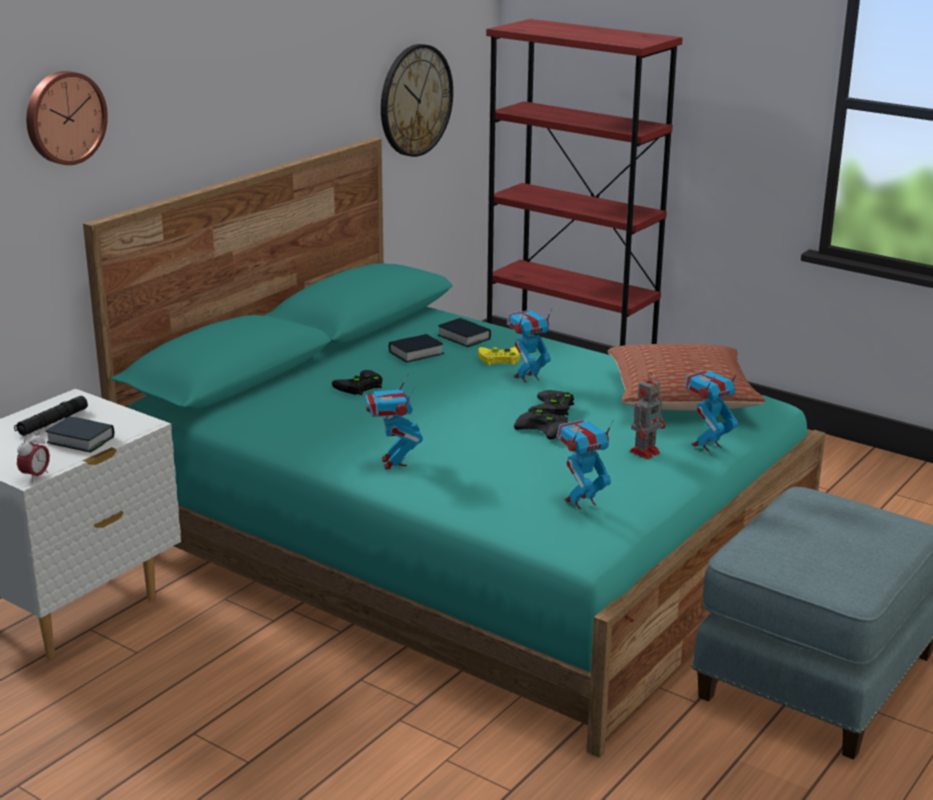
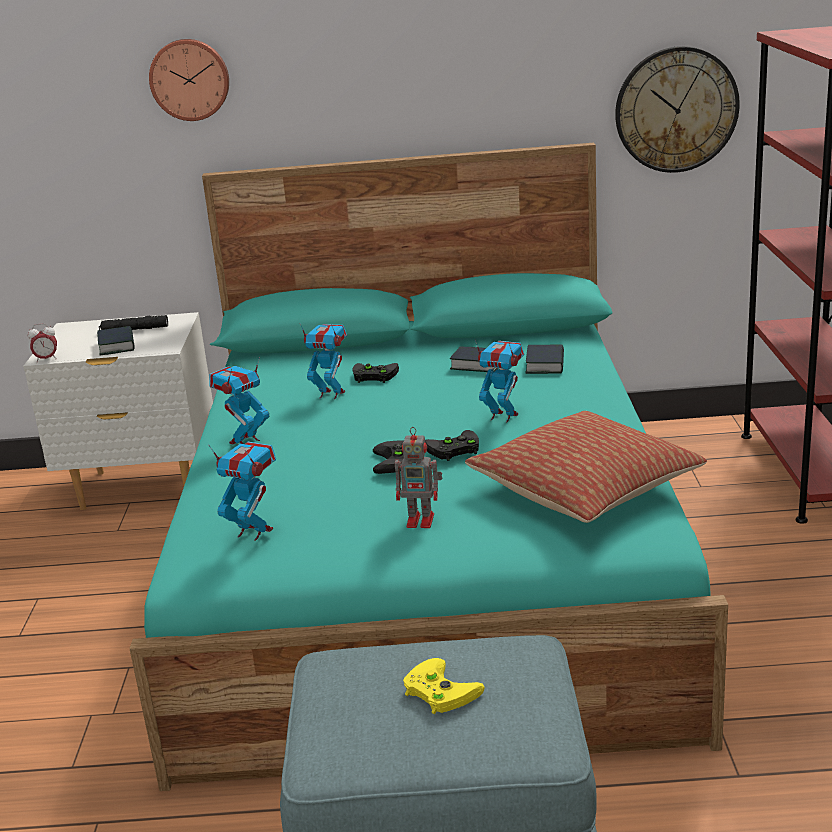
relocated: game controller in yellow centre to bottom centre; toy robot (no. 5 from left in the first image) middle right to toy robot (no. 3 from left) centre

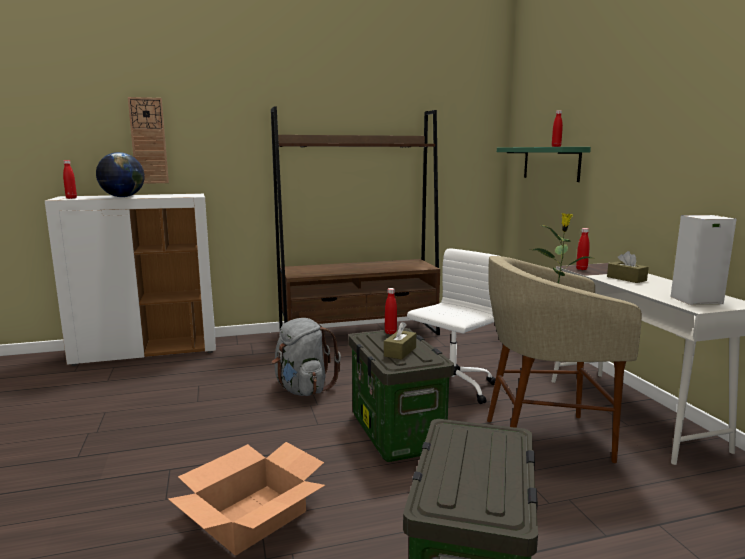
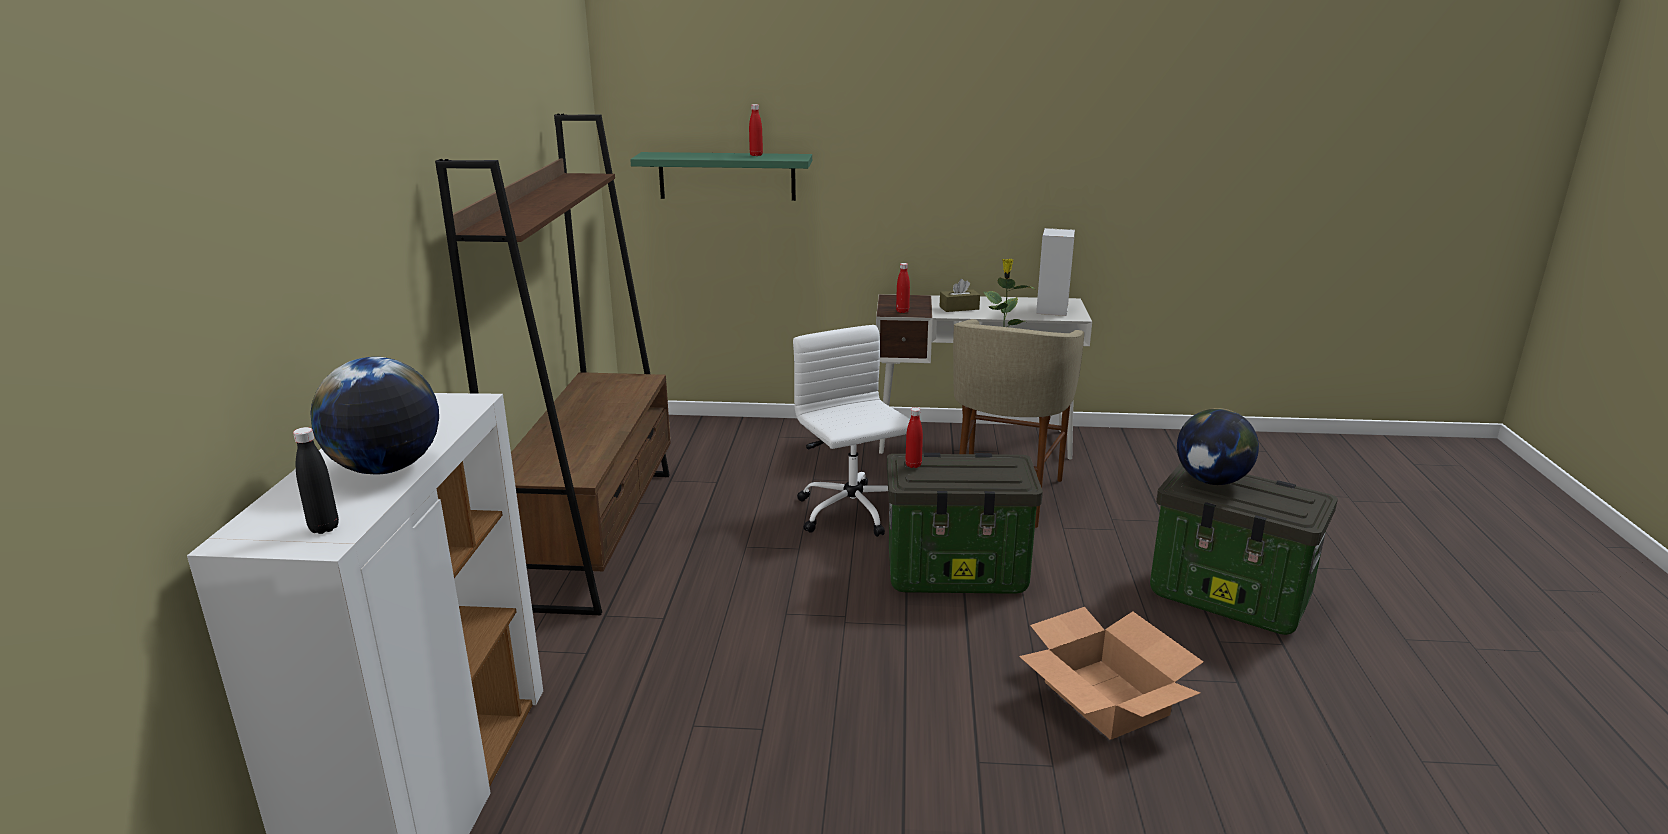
missing: wall clock top left; backpack in grey centre; tissue box in brown (no. 1 from left) centre
appeared: globe (no. 2 from left) middle right
colour: bottle in red (no. 1 from left) top left to bottle in black middle left

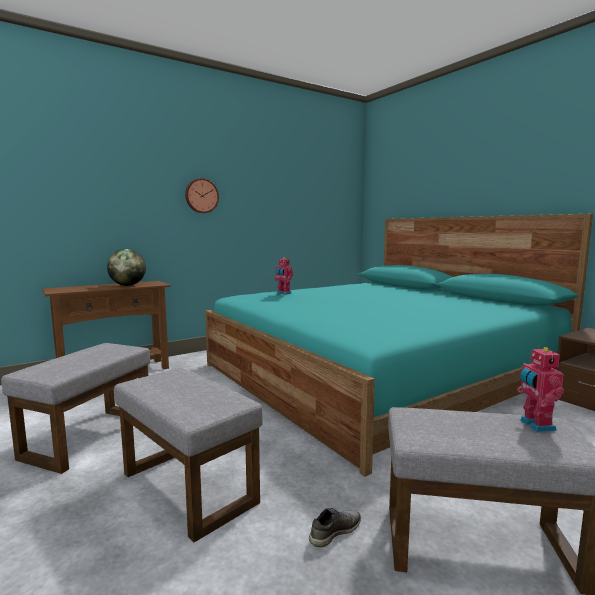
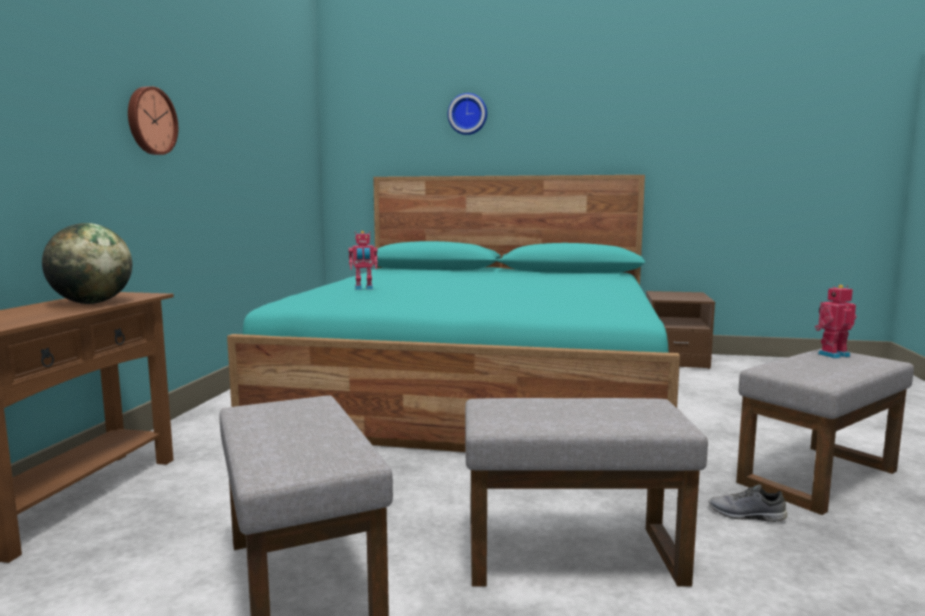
appeared: wall clock (no. 2 from left) top centre
spun: toy robot (no. 2 from left) middle right = middle right 120 degrees clockwise; shoe in grey bottom centre = bottom right 75 degrees counterclockwise

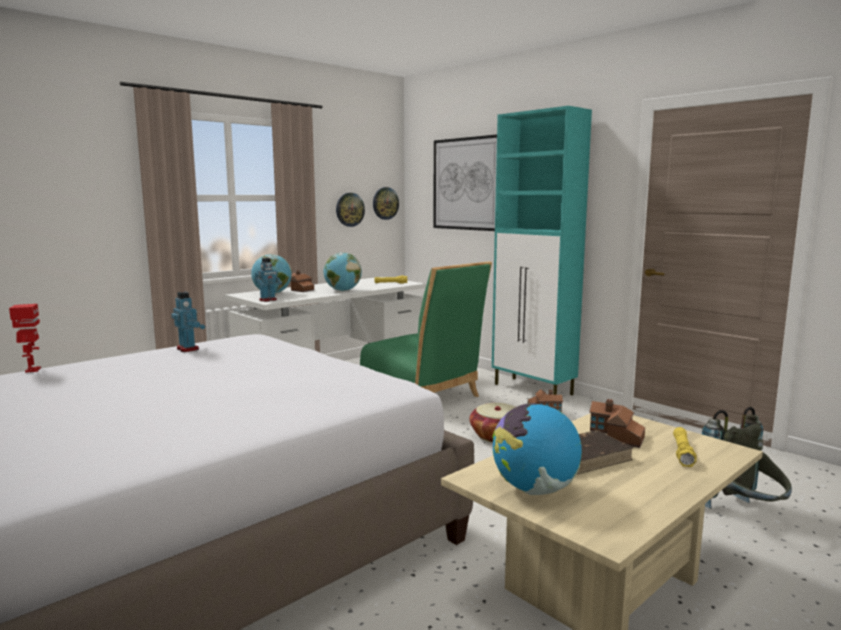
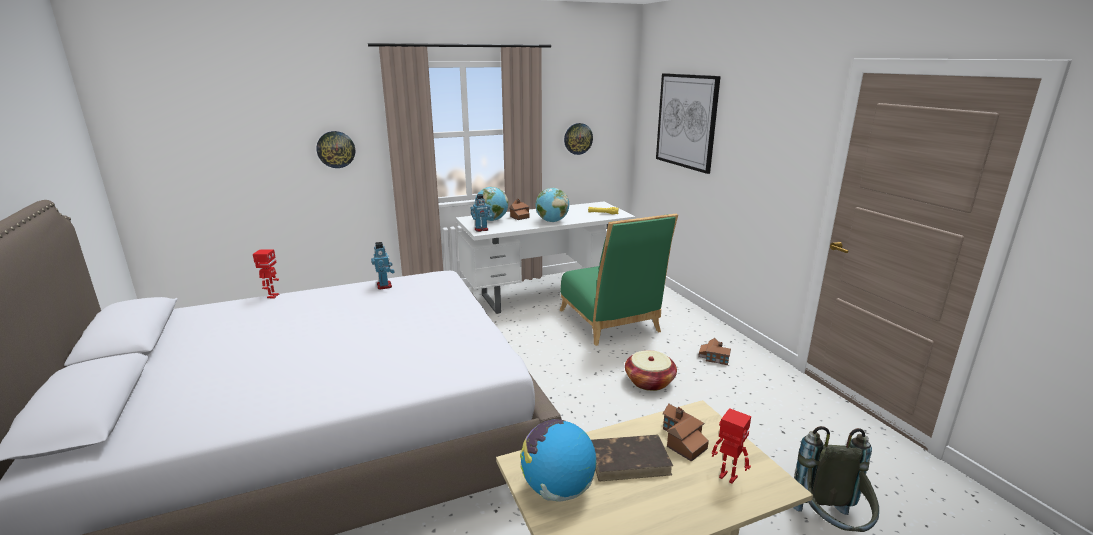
missing: cabinet in turquoise centre
relocated: wall clock (no. 2 from left in the first image) top centre to wall clock (no. 1 from left) top left
exchanged: flashlight in yellow (no. 2 from left) bottom right to toy robot (no. 4 from left) bottom right

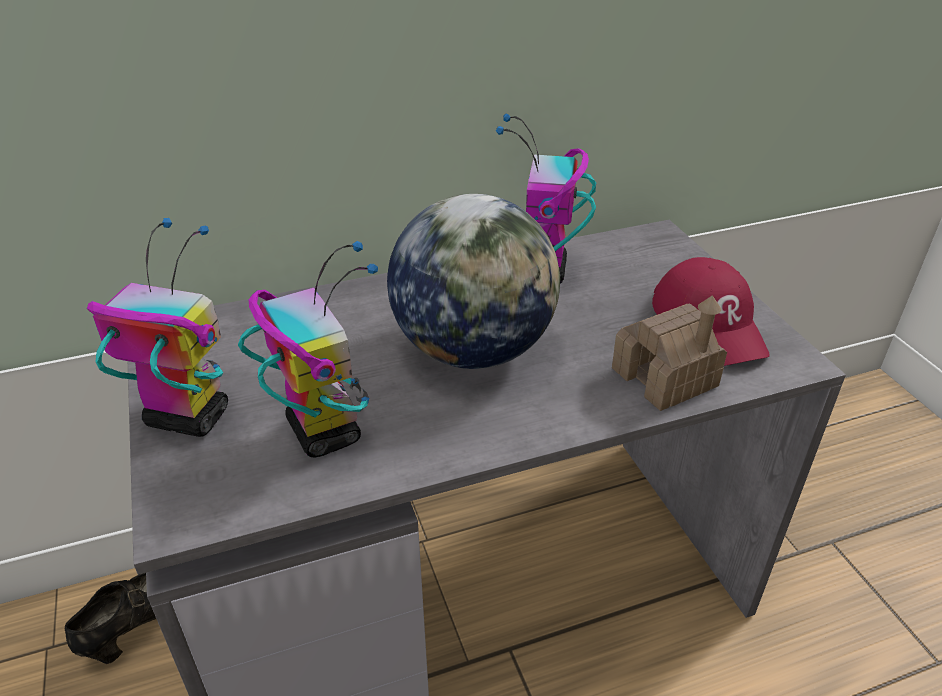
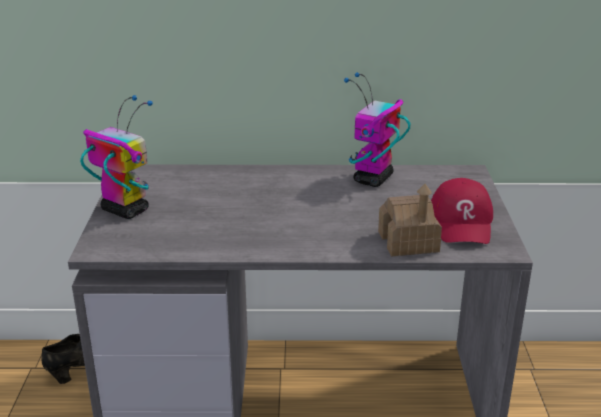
missing: globe centre; toy robot (no. 2 from left) middle left

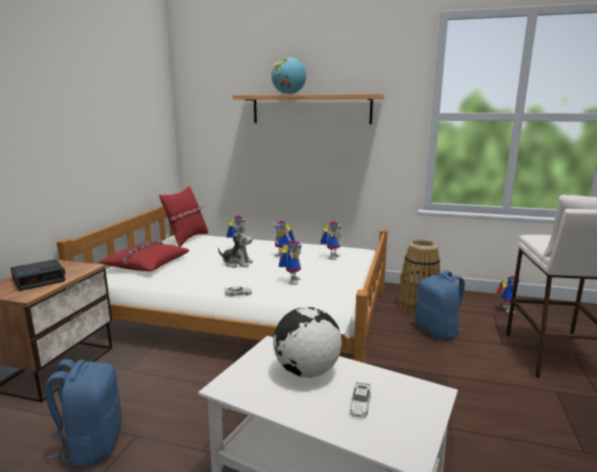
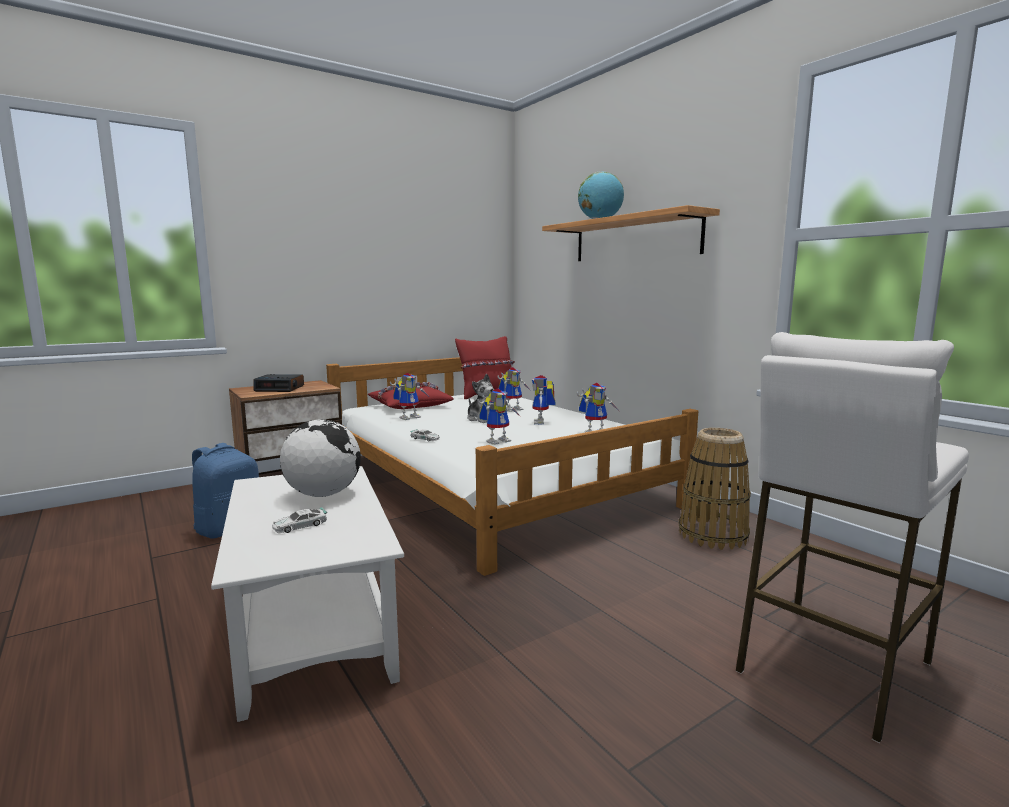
missing: backpack in blue (no. 2 from left) middle right
relocated: toy robot (no. 5 from left in the first image) middle right to toy robot (no. 1 from left) centre

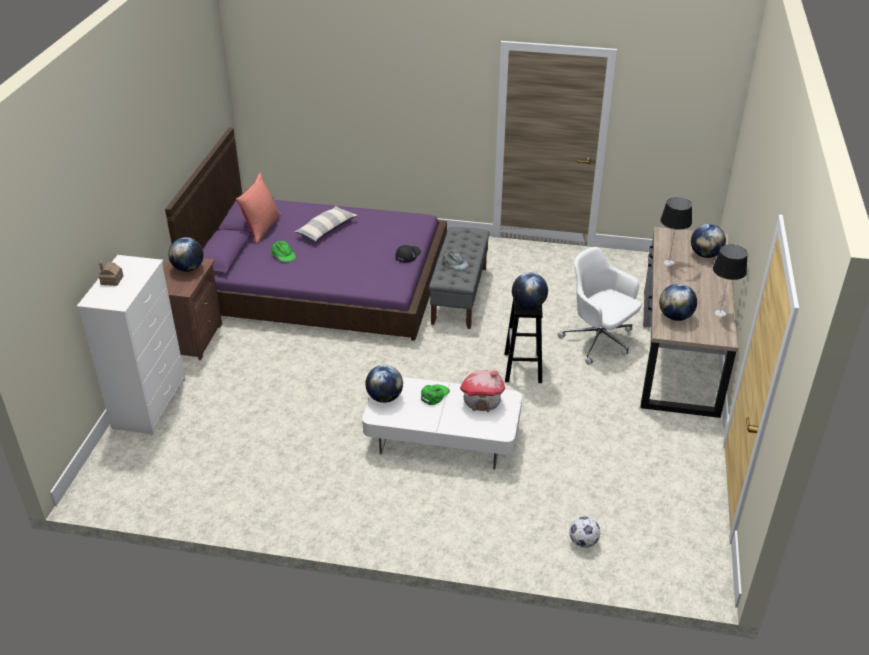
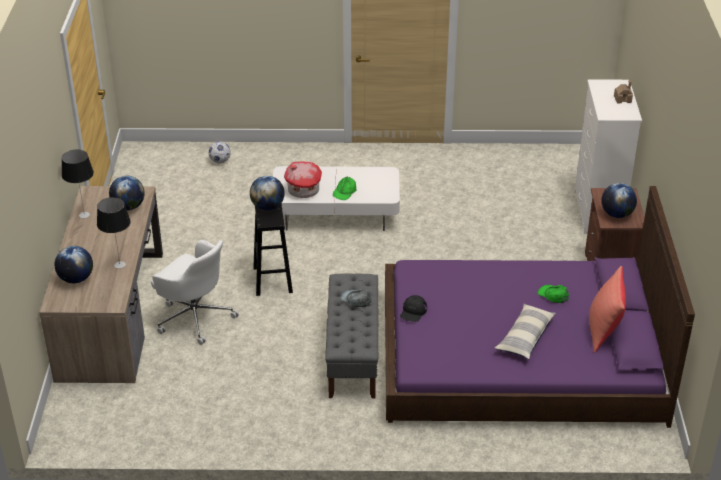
missing: globe (no. 2 from left) centre

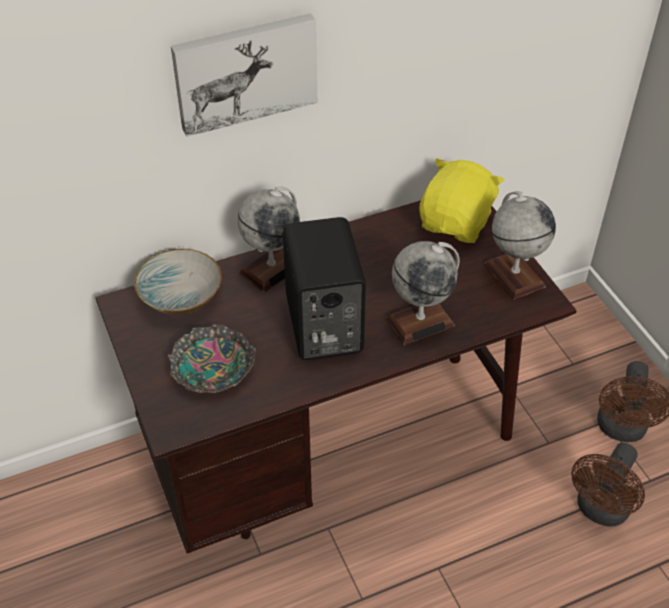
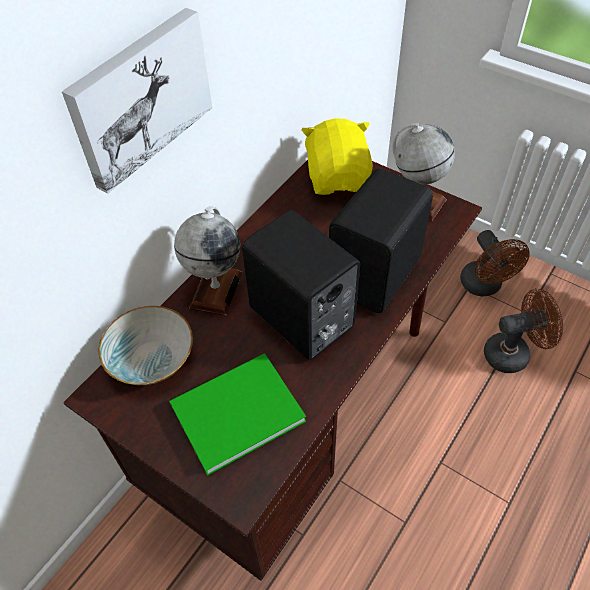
exchanged: globe (no. 2 from left) centre to speaker in black (no. 2 from left) centre; bowl (no. 2 from left) middle left to book in green bottom centre
spun: fan in brown (no. 1 from left in the first image) bottom right = middle right 105 degrees counterclockwise

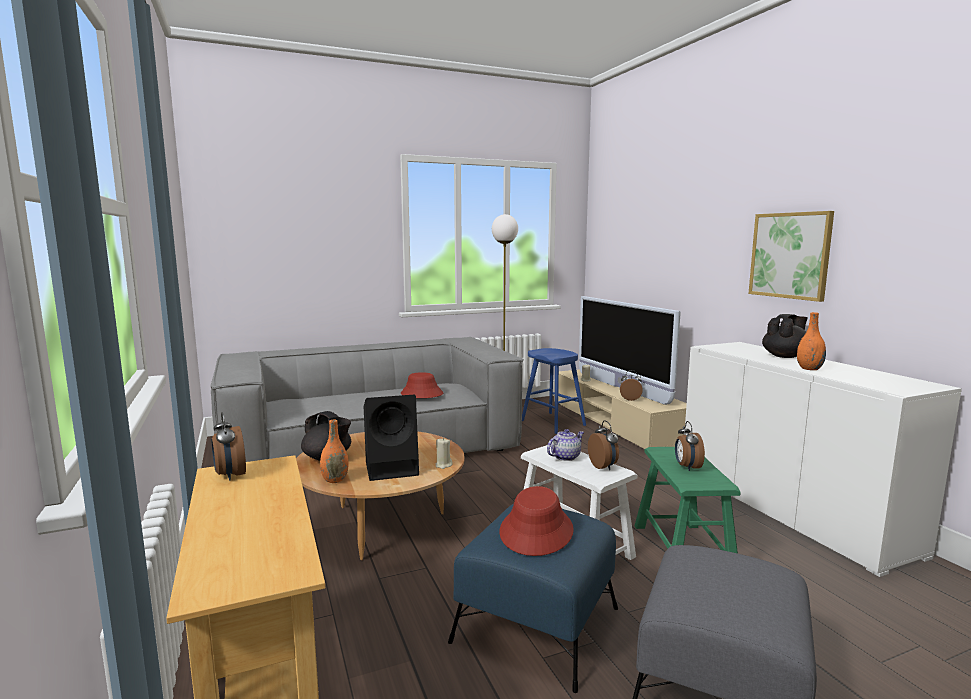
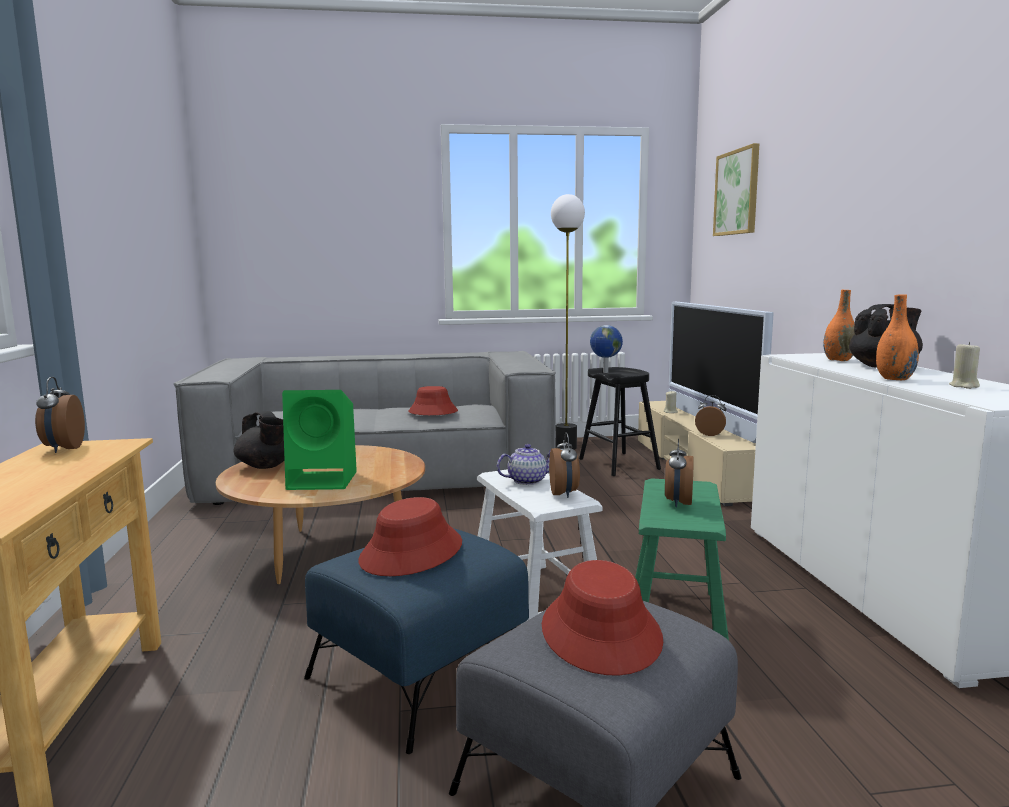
appeared: globe centre; hat in red (no. 3 from left) bottom centre
relocated: picture middle right to top right; vase in orange (no. 1 from left) centre to middle right; candle in beige (no. 1 from left in the first image) centre to candle in beige (no. 2 from left) middle right
colour: stool in blue centre to stool in black centre; speaker in black centre to speaker in green middle left

